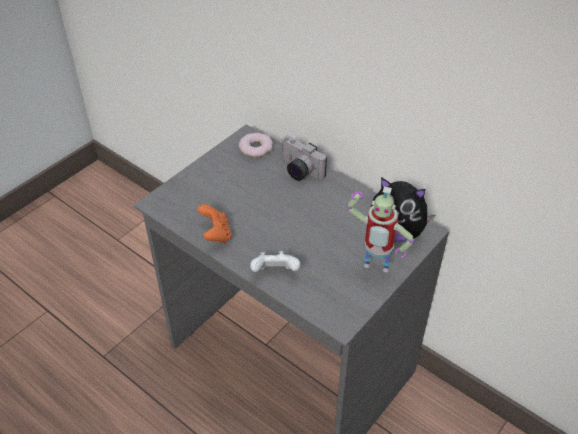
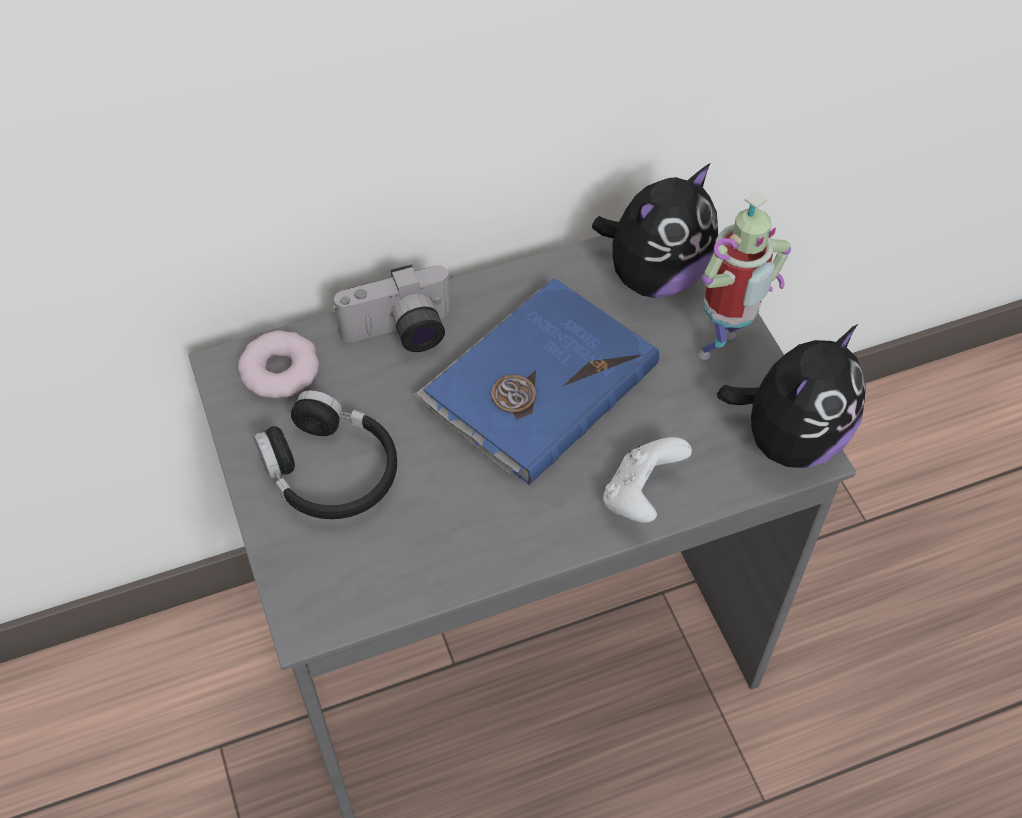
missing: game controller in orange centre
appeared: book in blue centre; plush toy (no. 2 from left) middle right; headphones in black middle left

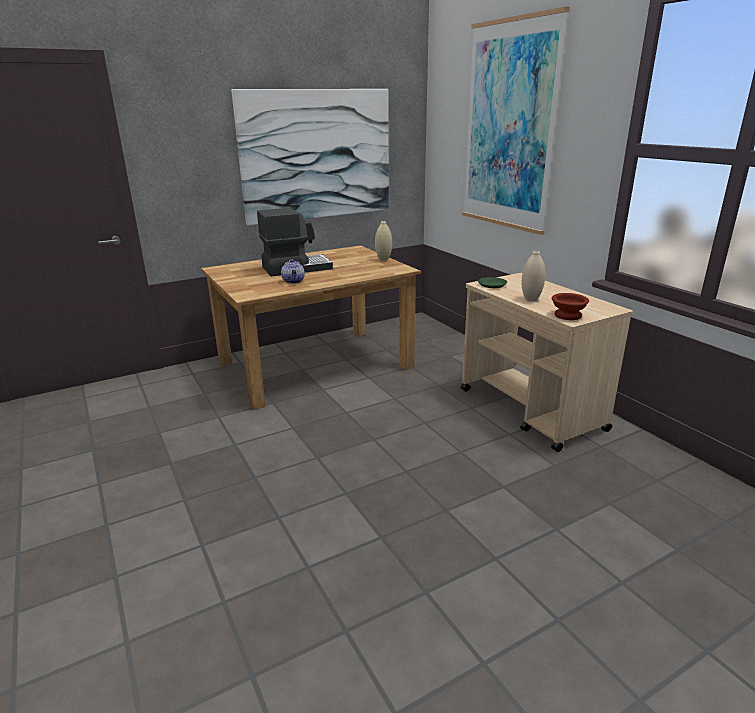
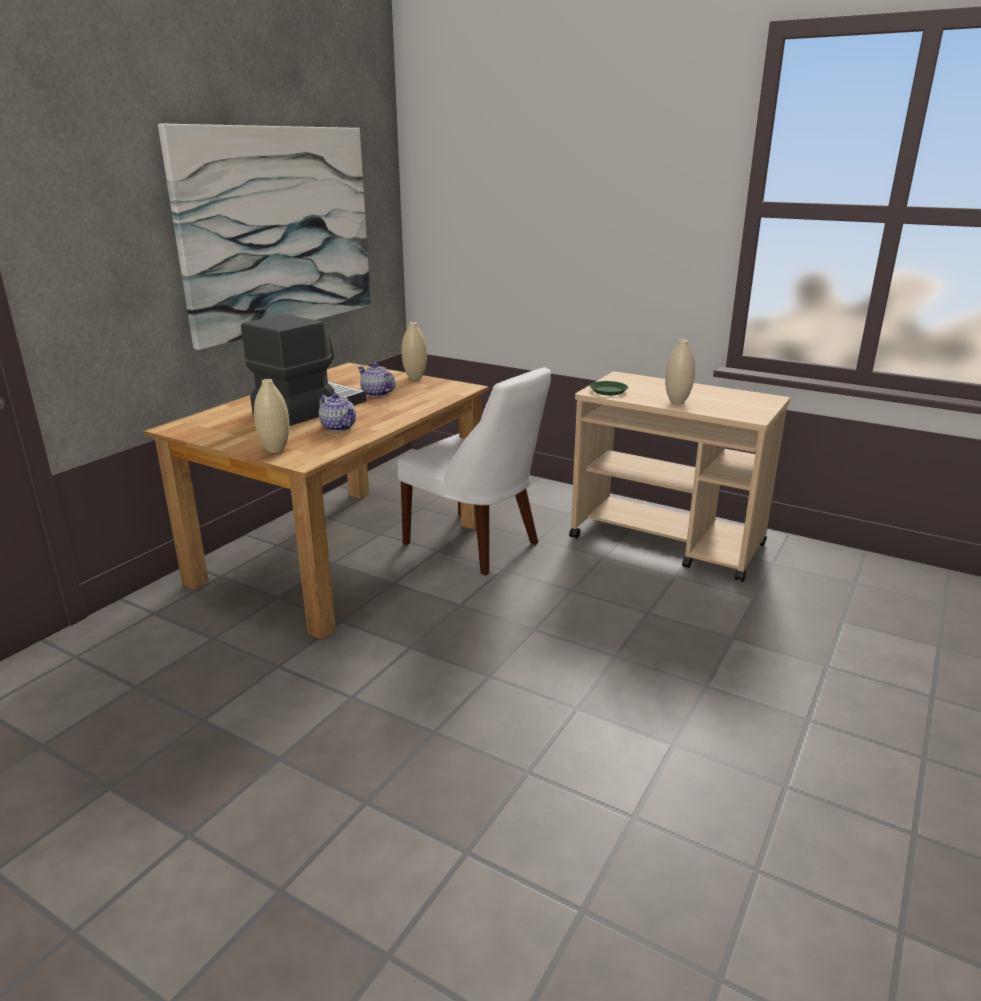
missing: picture (no. 2 from left) top right; bowl in brown middle right
appeared: teapot (no. 2 from left) centre; chair in white centre; vase in beige (no. 1 from left) middle left

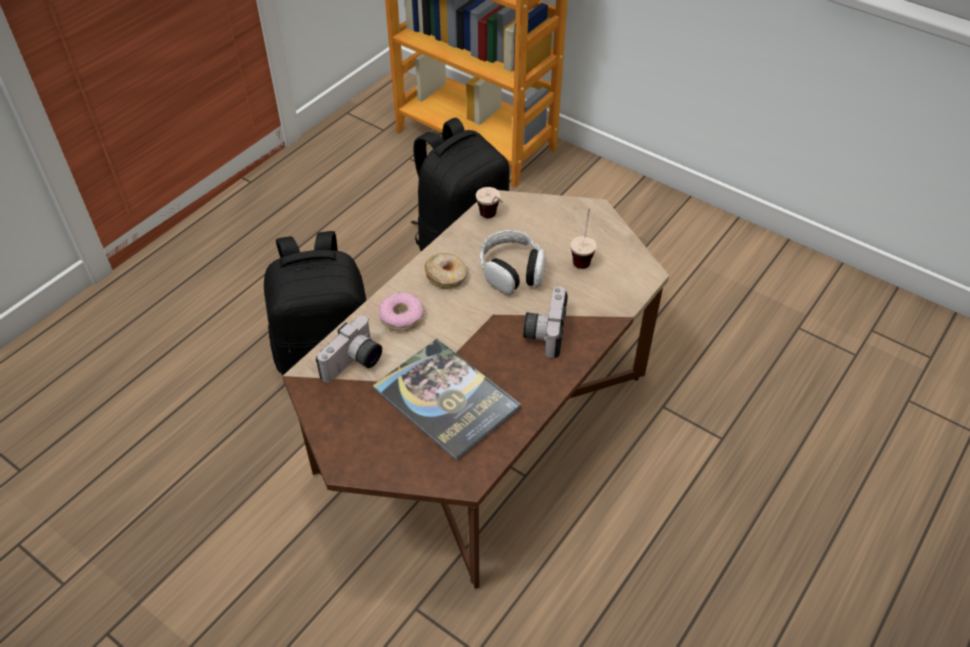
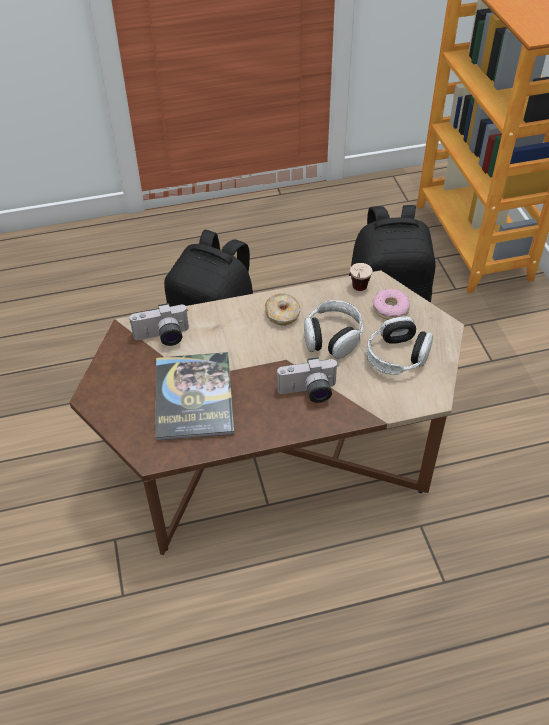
relocated: donut (no. 1 from left in the first image) centre to donut (no. 2 from left) middle right
exchanged: cup (no. 2 from left) centre to headphones (no. 2 from left) middle right
spun: photo camera (no. 2 from left) centre = centre 150 degrees counterclockwise

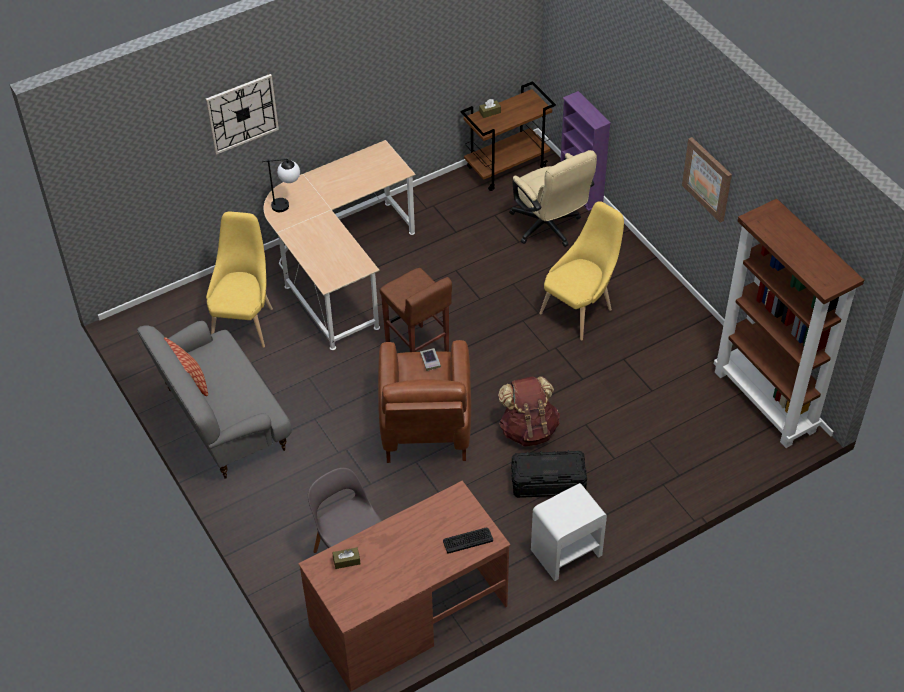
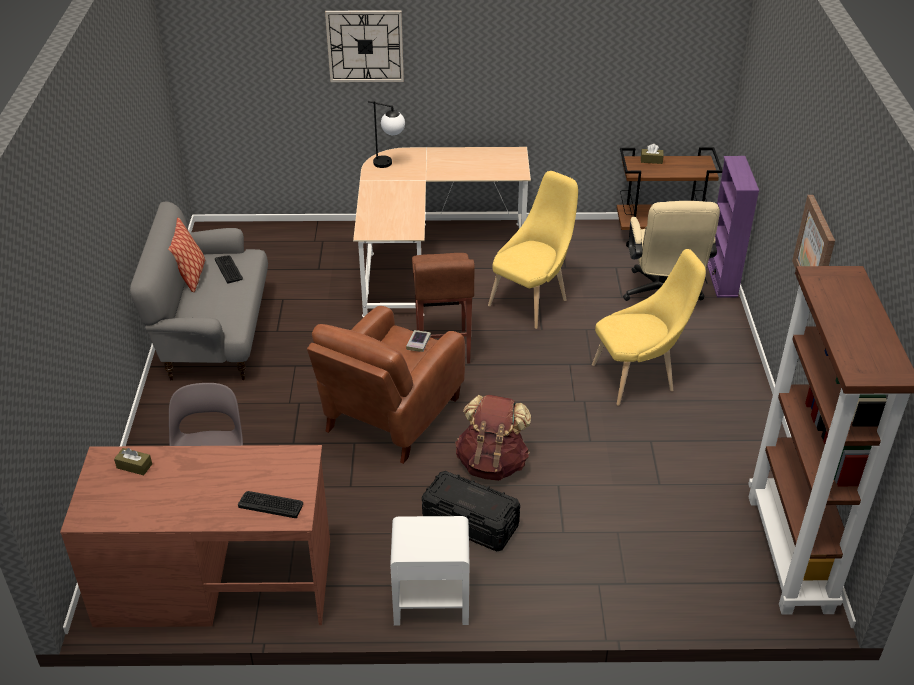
appeared: keyboard (no. 1 from left) middle left
relocated: chair in yellow (no. 1 from left) middle left to centre

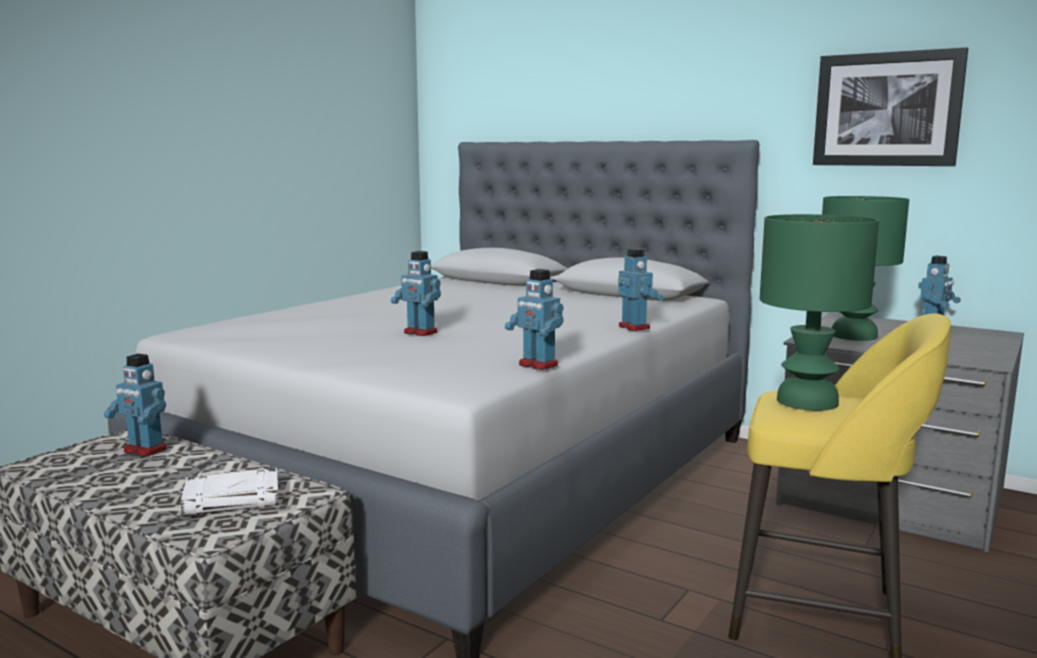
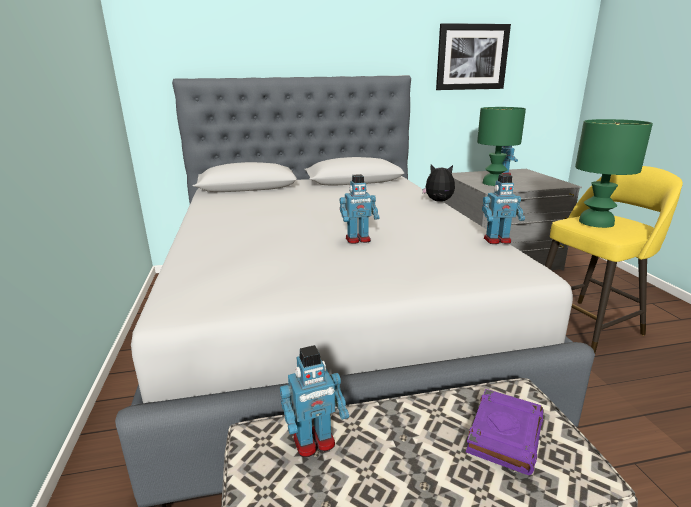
exchanged: toy robot (no. 4 from left) centre to plush toy centre
colour: book in white bottom left to book in purple bottom right

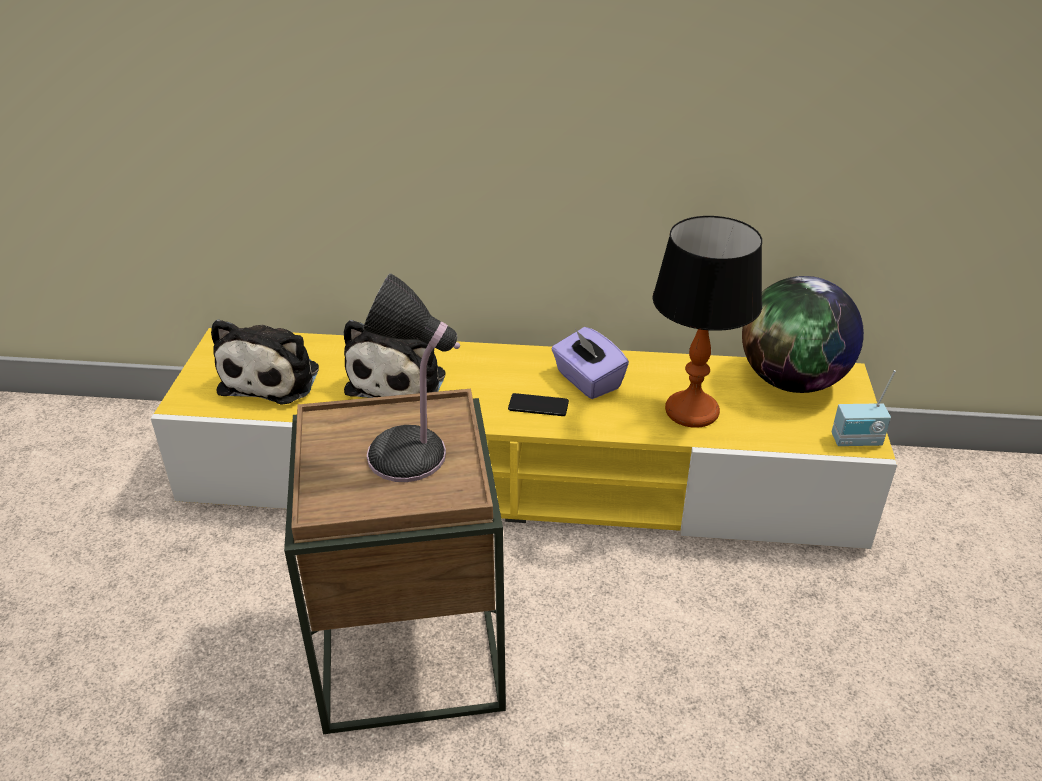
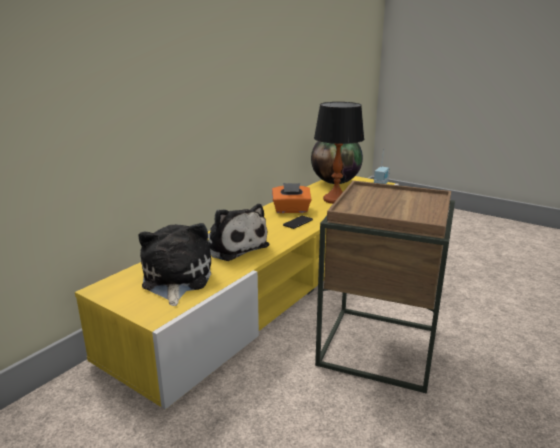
missing: table lamp (no. 1 from left) centre
colour: tissue box in purple centre to tissue box in orange centre
spun: plush toy (no. 1 from left) middle left = middle left 135 degrees counterclockwise

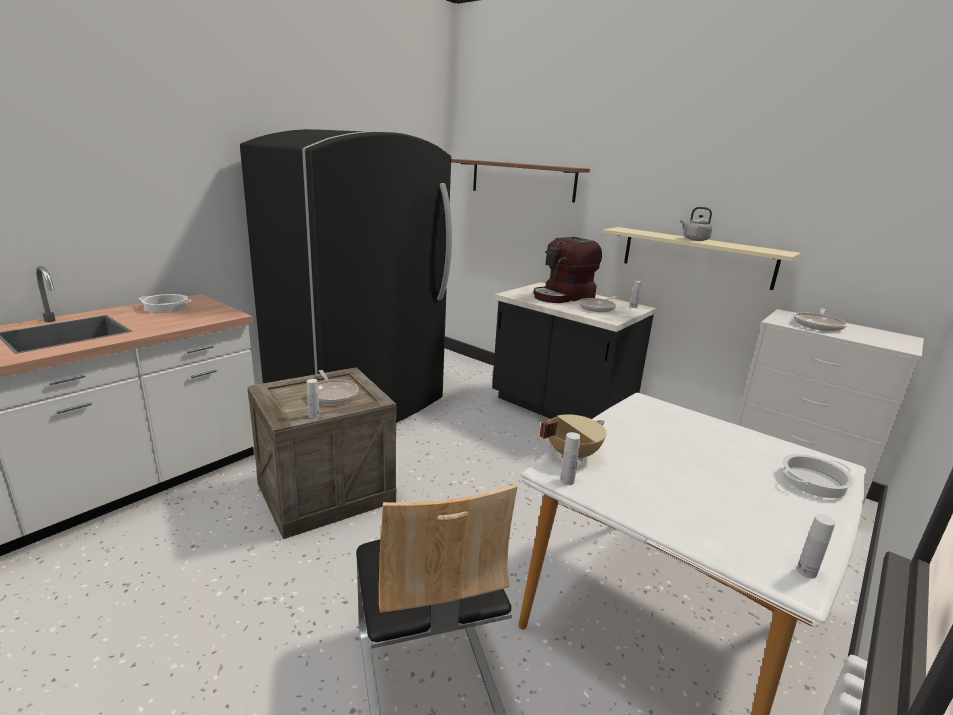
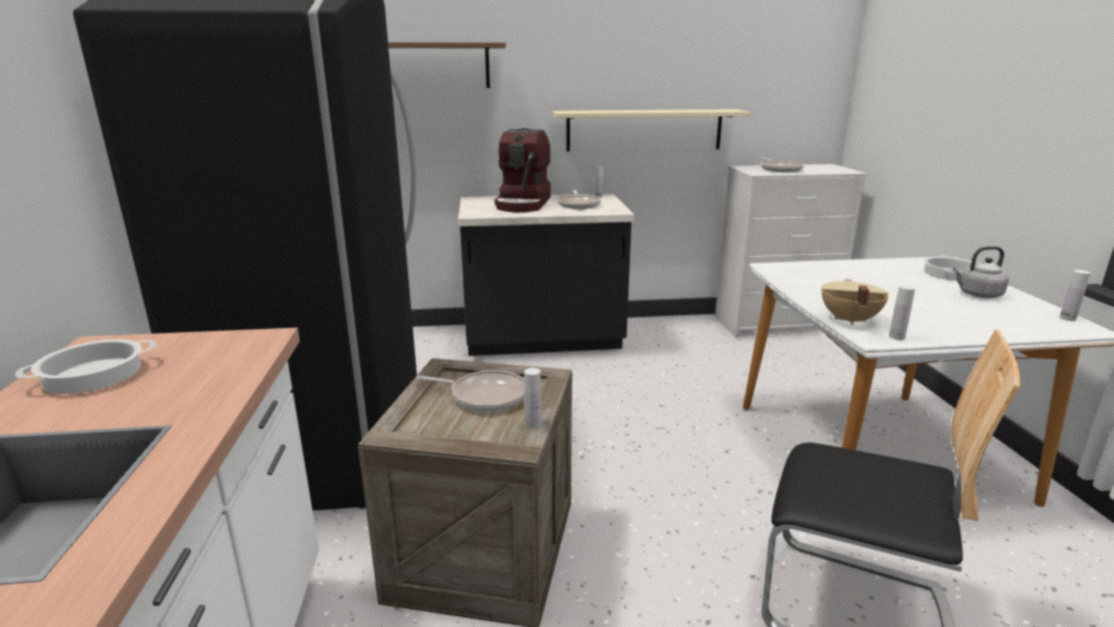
relocated: kettle in grey top right to middle right

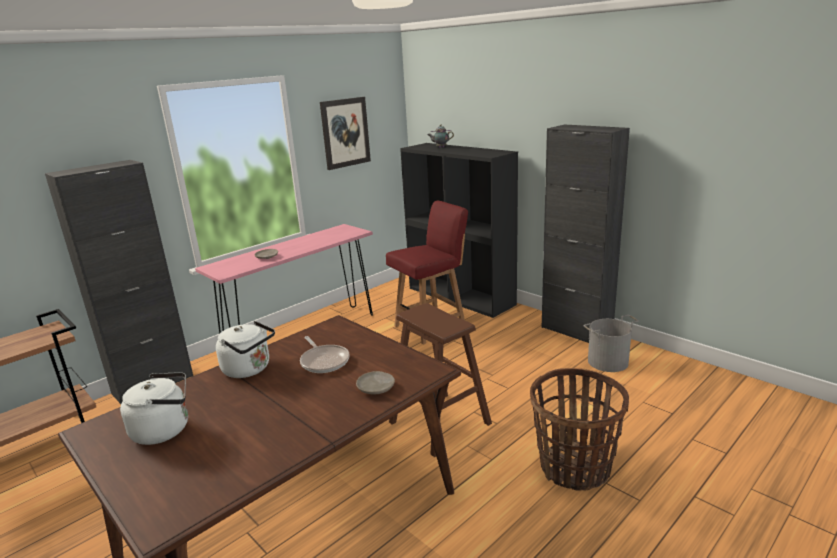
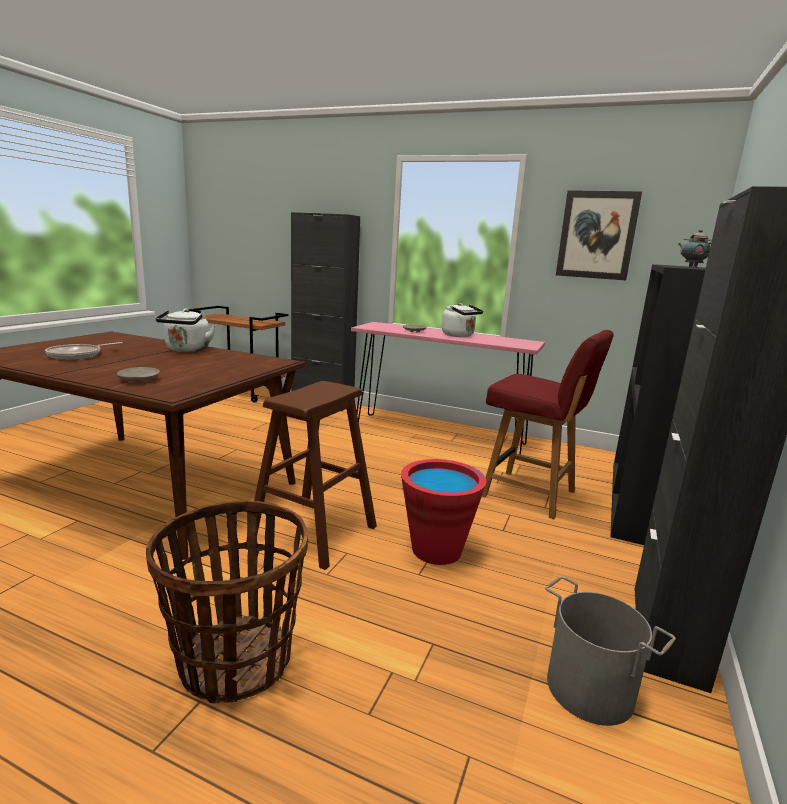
appeared: bucket in red centre
relocated: frying pan centre to middle left; kettle in white (no. 1 from left in the first image) bottom left to kettle in white (no. 2 from left) centre

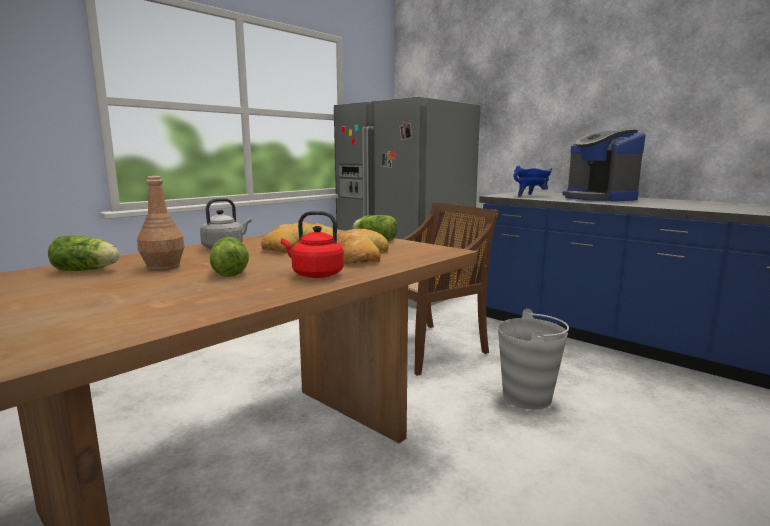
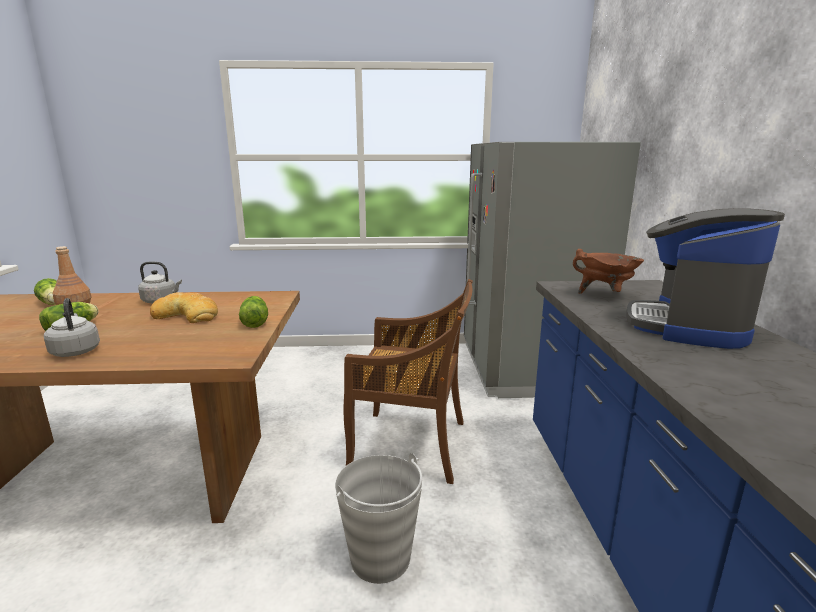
missing: bread (no. 2 from left) centre
colour: cooking pot in blue middle right to cooking pot in brown middle right; kettle in red centre to kettle in grey (no. 1 from left) middle left

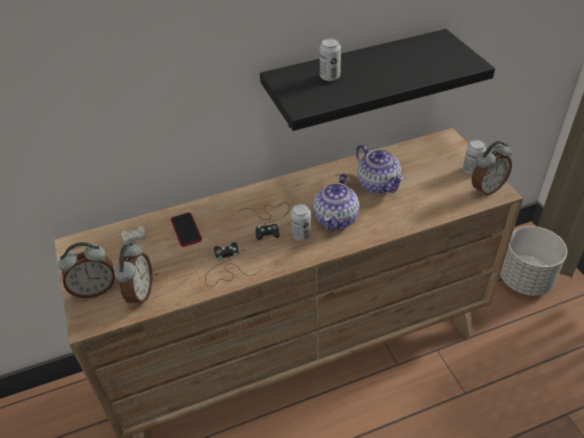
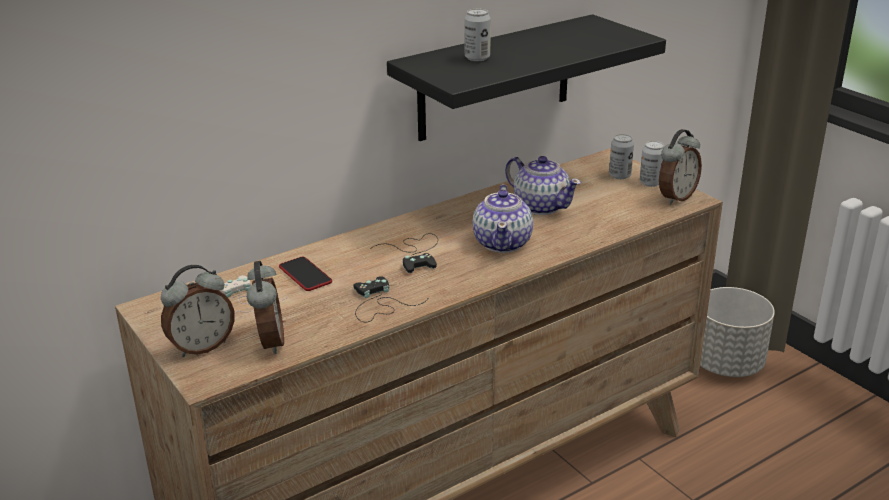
relocated: can (no. 1 from left in the first image) centre to can (no. 2 from left) top right

